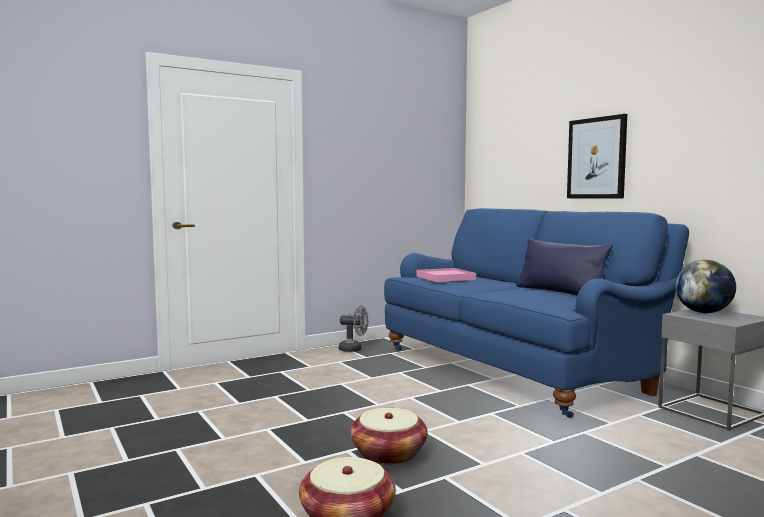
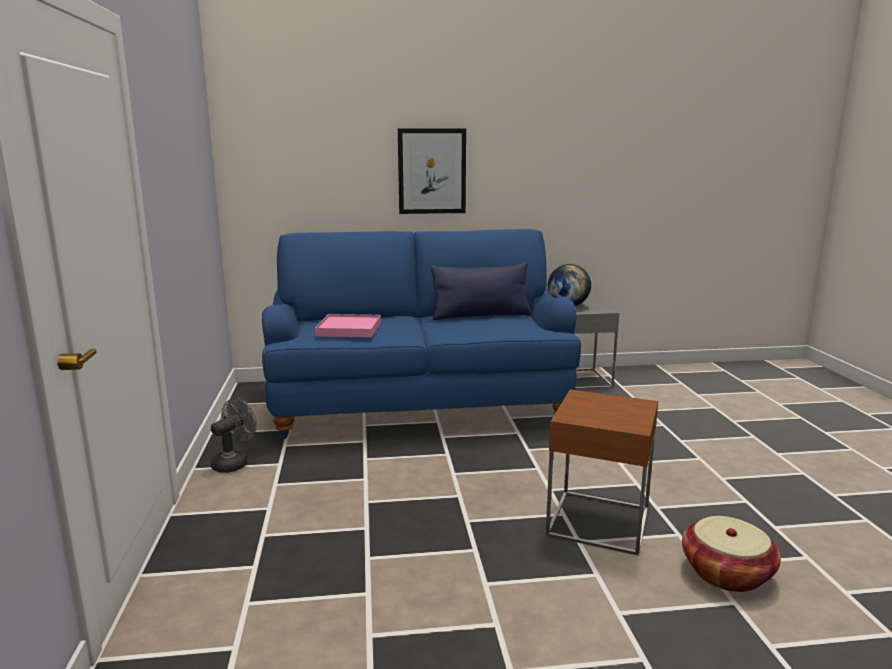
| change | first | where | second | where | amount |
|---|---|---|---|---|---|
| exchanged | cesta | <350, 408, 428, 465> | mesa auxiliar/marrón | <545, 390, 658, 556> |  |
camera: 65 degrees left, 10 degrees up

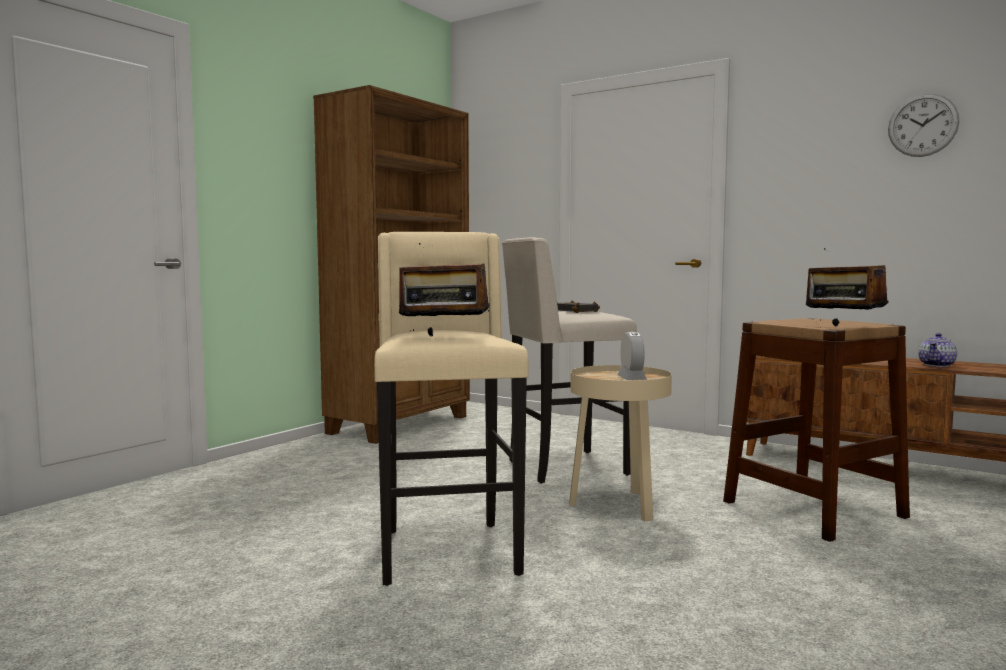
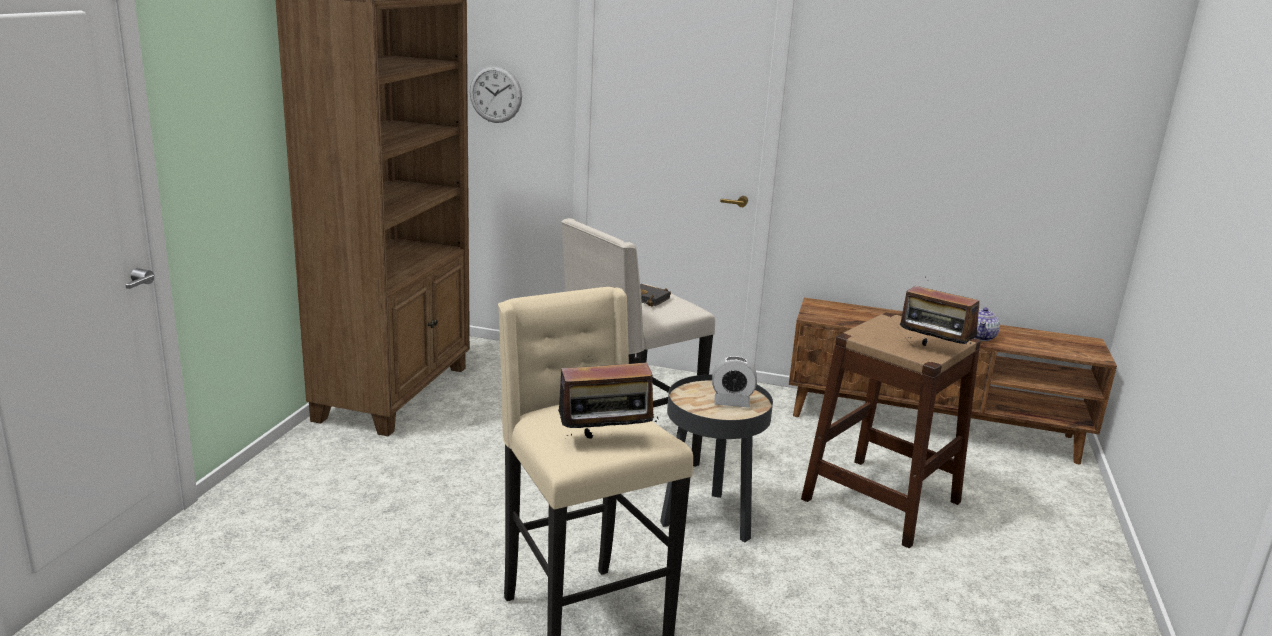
| change | first | where | second | where | amount |
|---|---|---|---|---|---|
| relocated | reloj de pared | <888, 93, 959, 157> |  | <470, 66, 522, 123> |  |
| colour | mesa auxiliar/beis | <569, 365, 672, 522> | mesa auxiliar/negro | <660, 375, 773, 542> |  |
| spun | despertador | <617, 331, 647, 380> |  | <712, 356, 757, 408> | 120 degrees clockwise |
camera: 20 degrees left, 15 degrees up

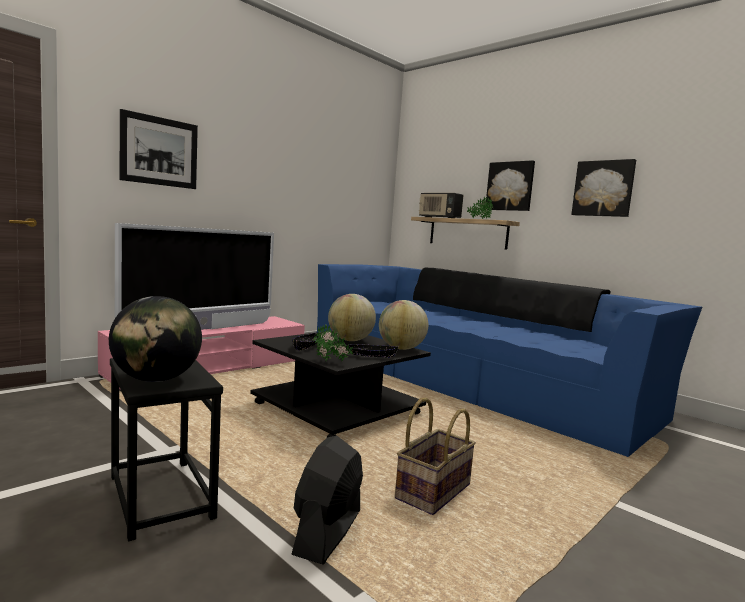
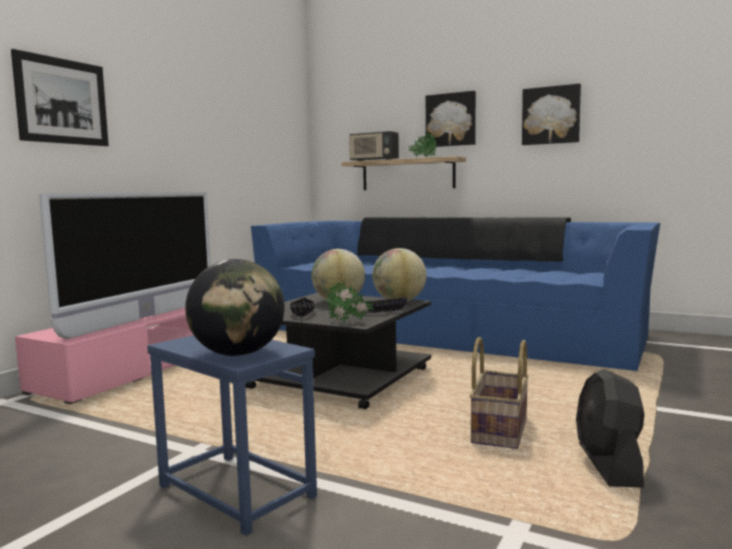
| change | first | where | second | where | amount |
|---|---|---|---|---|---|
| colour | mesa auxiliar/negro | <110, 358, 223, 541> | mesa auxiliar/azul | <147, 335, 317, 536> |  |
| relocated | ventilador/negro | <291, 436, 363, 564> |  | <576, 369, 645, 487> |  |
camera: 15 degrees left, 0 degrees up

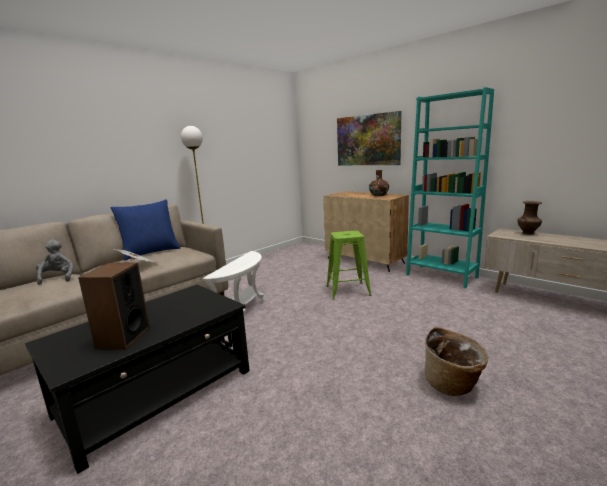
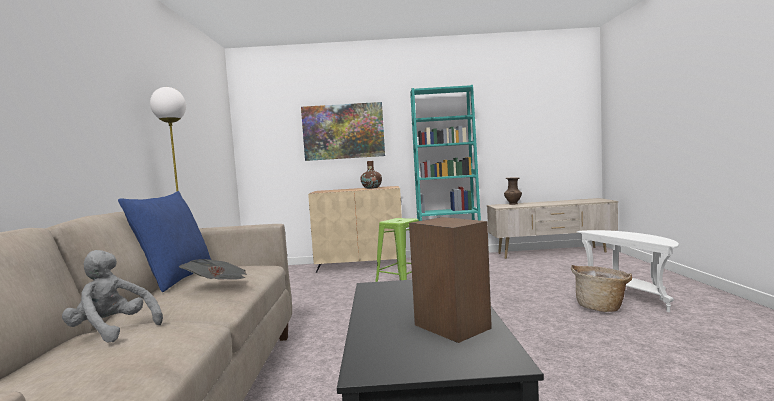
| change | first | where | second | where | amount |
|---|---|---|---|---|---|
| relocated | mesa auxiliar/blanco | <202, 251, 264, 320> |  | <577, 230, 679, 312> |  |
camera: 45 degrees left, 10 degrees down

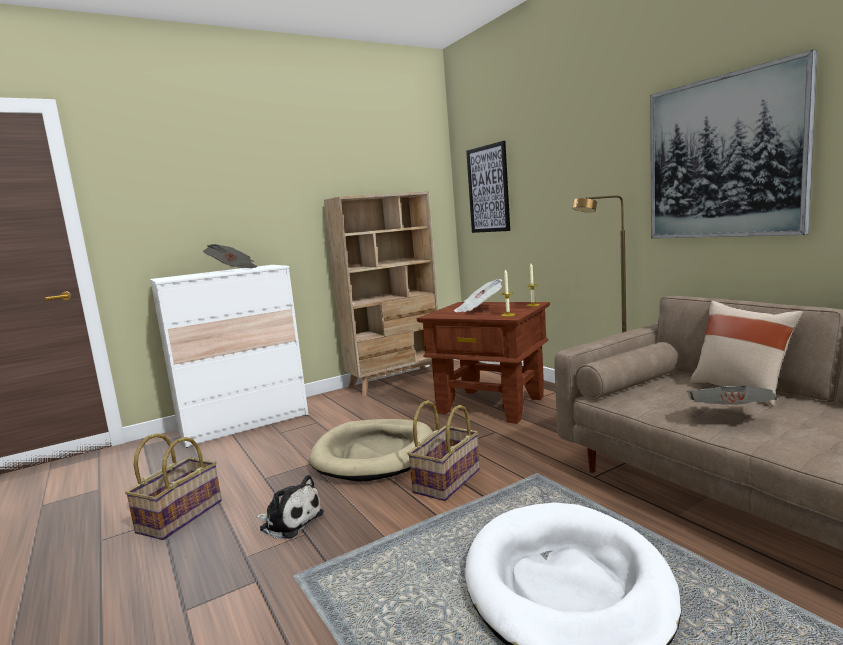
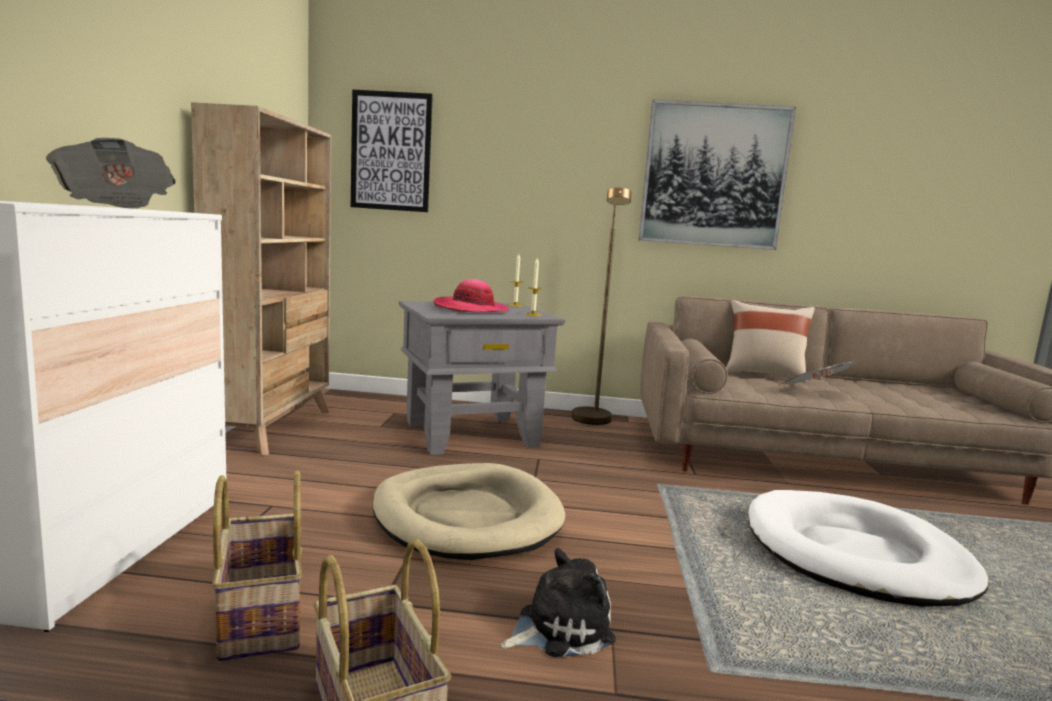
| change | first | where | second | where | amount |
|---|---|---|---|---|---|
| relocated | cesta | <407, 400, 480, 501> |  | <212, 471, 302, 661> |  |
| colour | mesa auxiliar/marrón | <417, 302, 550, 424> | mesa auxiliar/gris | <398, 301, 565, 455> |  |
| exchanged | periódico | <454, 279, 503, 312> | sombrero | <434, 279, 509, 312> |  |
camera: 55 degrees left, 0 degrees up

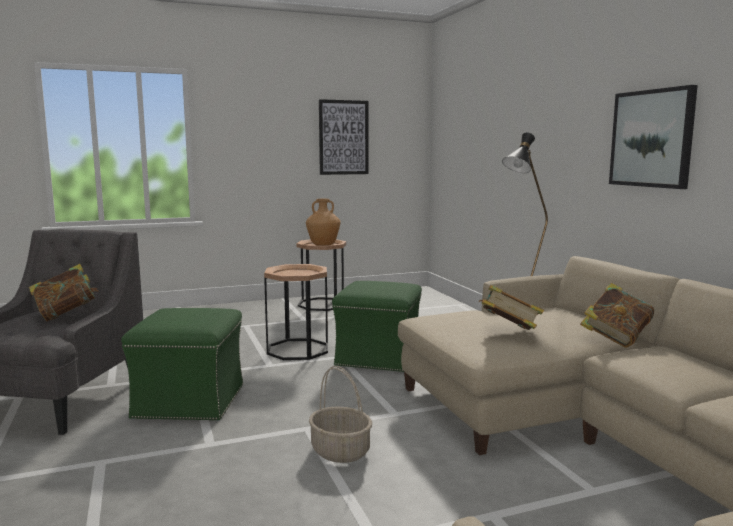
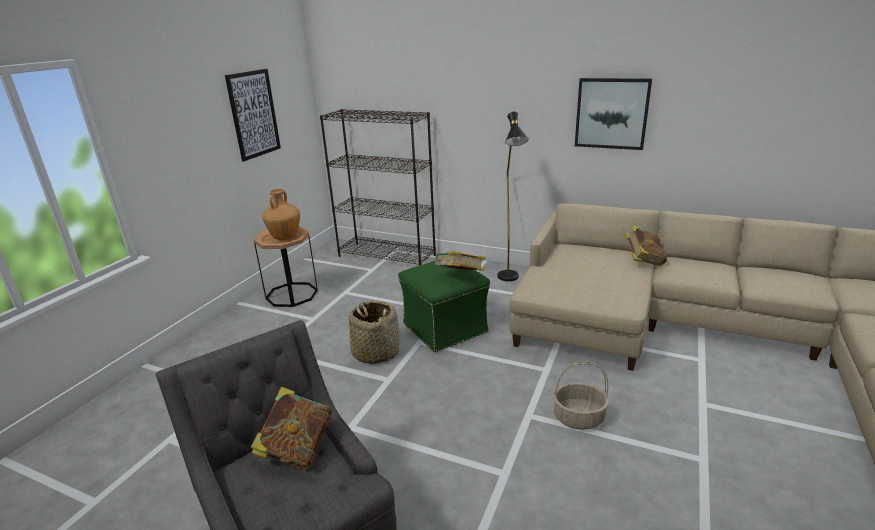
| change | first | where | second | where | amount |
|---|---|---|---|---|---|
| appeared |  |  | estantería/negro | <320, 109, 436, 266> |  |
| exchanged | mesa auxiliar/marrón | <264, 264, 328, 360> | cesta | <349, 300, 399, 364> |  |
| relocated | libro | <479, 285, 544, 330> |  | <433, 251, 486, 271> |  |
| missing | puf/verde | <121, 308, 243, 421> |  |  |  |
camera: 45 degrees left, 15 degrees up

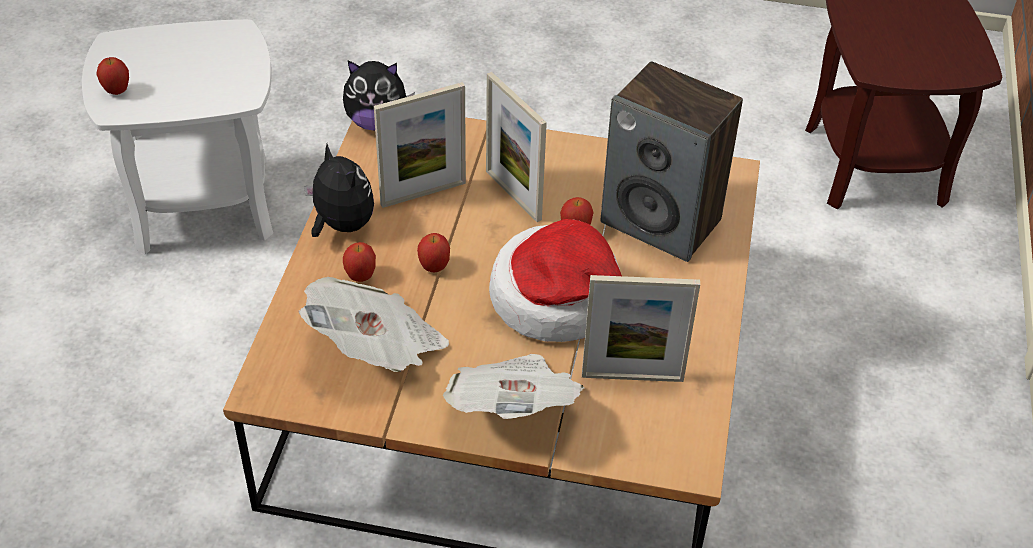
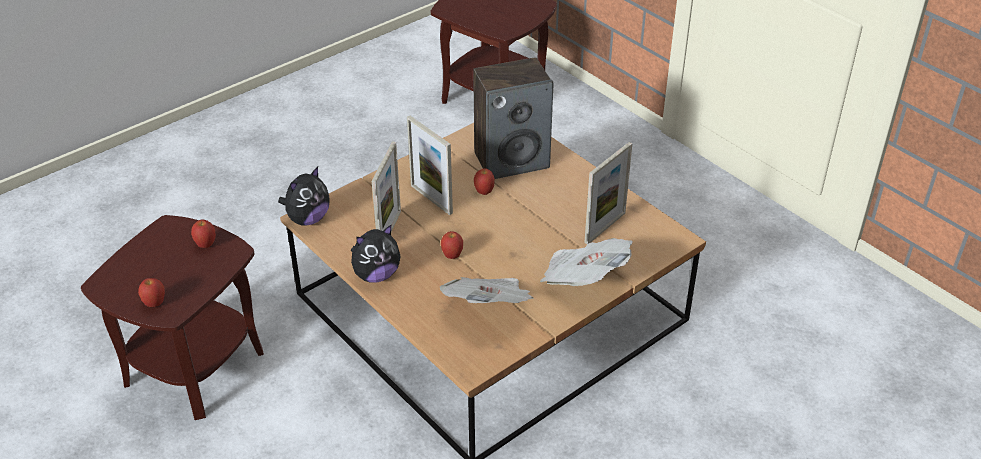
| change | first | where | second | where | amount |
|---|---|---|---|---|---|
| colour | mesa auxiliar/blanco | <82, 19, 273, 254> | mesa auxiliar/marrón | <81, 215, 264, 420> |  |
| relocated | manzana | <343, 242, 376, 282> |  | <191, 219, 216, 248> |  |
| spun | peluche | <304, 144, 374, 237> |  | <351, 225, 401, 283> | 150 degrees clockwise |
| spun | portarretratos | <486, 72, 547, 222> |  | <407, 116, 453, 215> | 45 degrees clockwise |
| missing | sombrero | <489, 219, 622, 342> |  |  |  |
camera: 50 degrees left, 5 degrees down

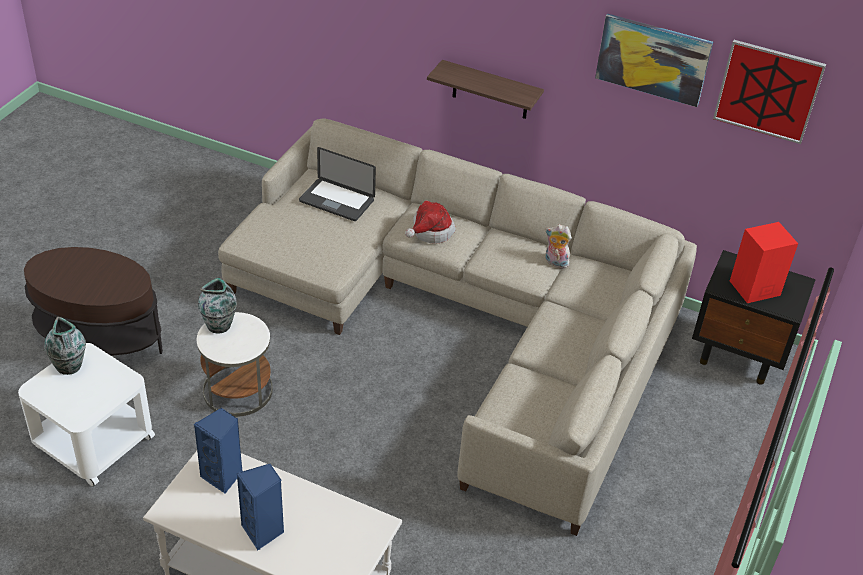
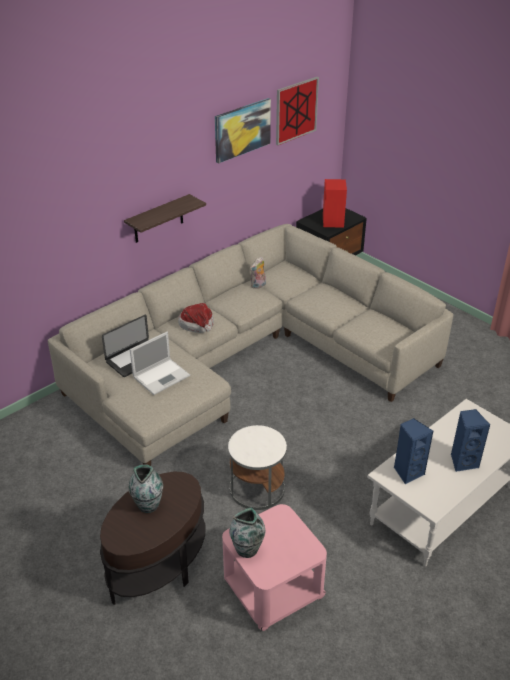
| change | first | where | second | where | amount |
|---|---|---|---|---|---|
| relocated | florero | <198, 278, 237, 334> |  | <128, 465, 163, 513> |  |
| appeared |  |  | portátil | <130, 332, 190, 395> |  |
| colour | mesa auxiliar/blanco | <18, 343, 155, 487> | mesa auxiliar/rosa | <222, 504, 327, 631> |  |
camera: 65 degrees left, 5 degrees down

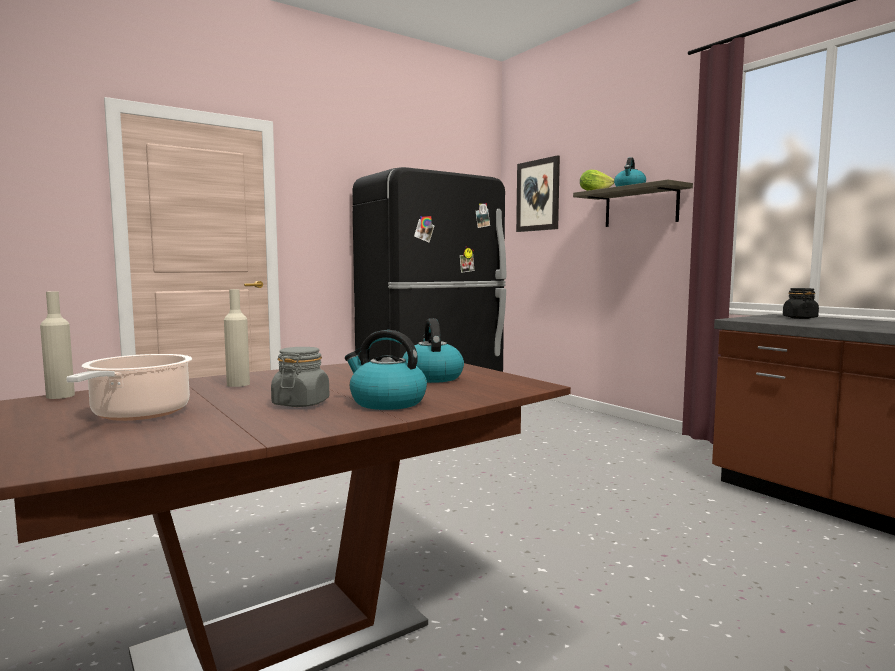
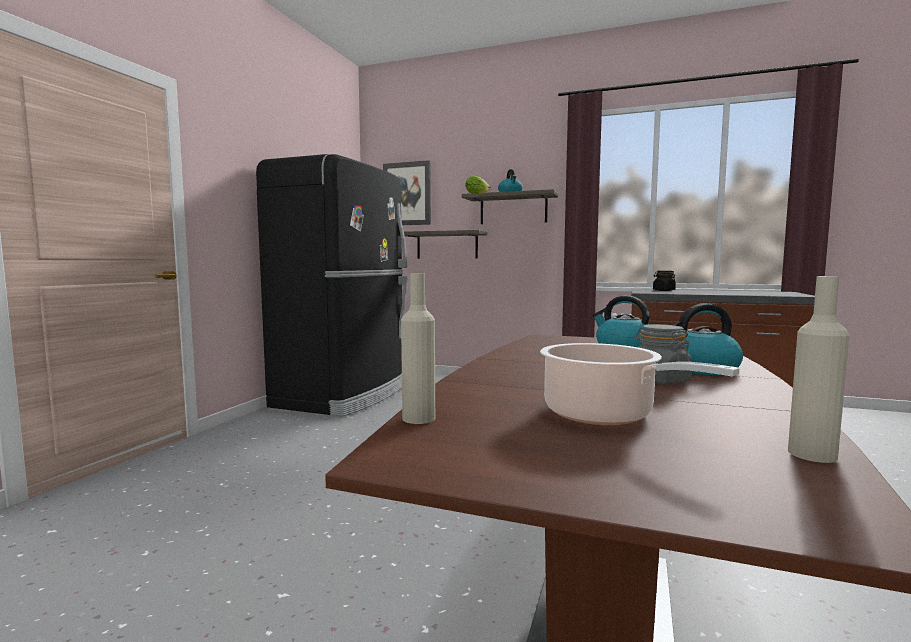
| change | first | where | second | where | amount |
|---|---|---|---|---|---|
| appeared |  |  | estante | <404, 230, 487, 259> |  |
| relocated | botella/beis | <224, 289, 250, 387> |  | <788, 276, 849, 463> |  |
camera: 35 degrees left, 0 degrees up

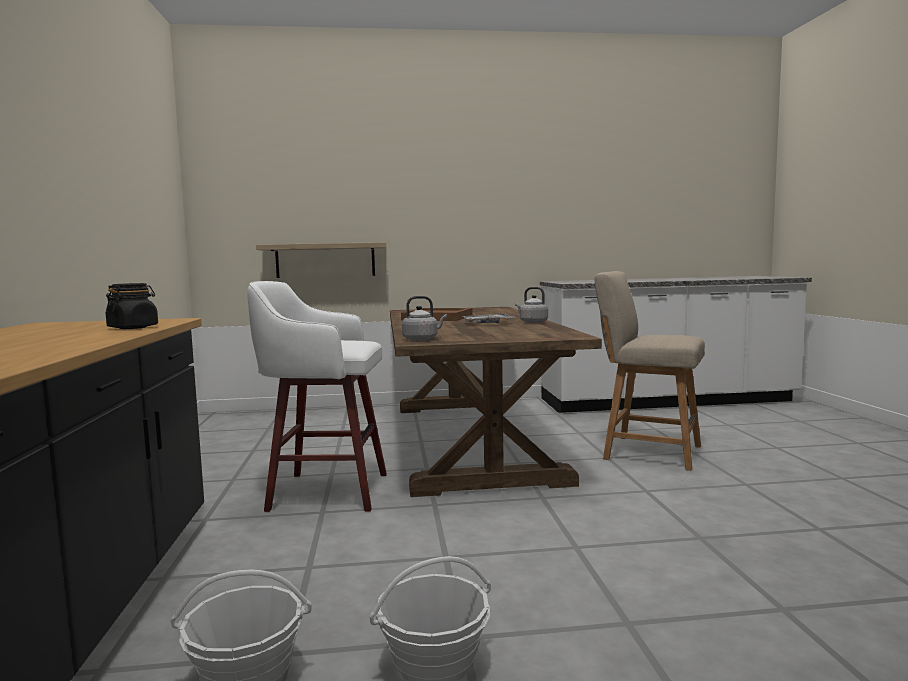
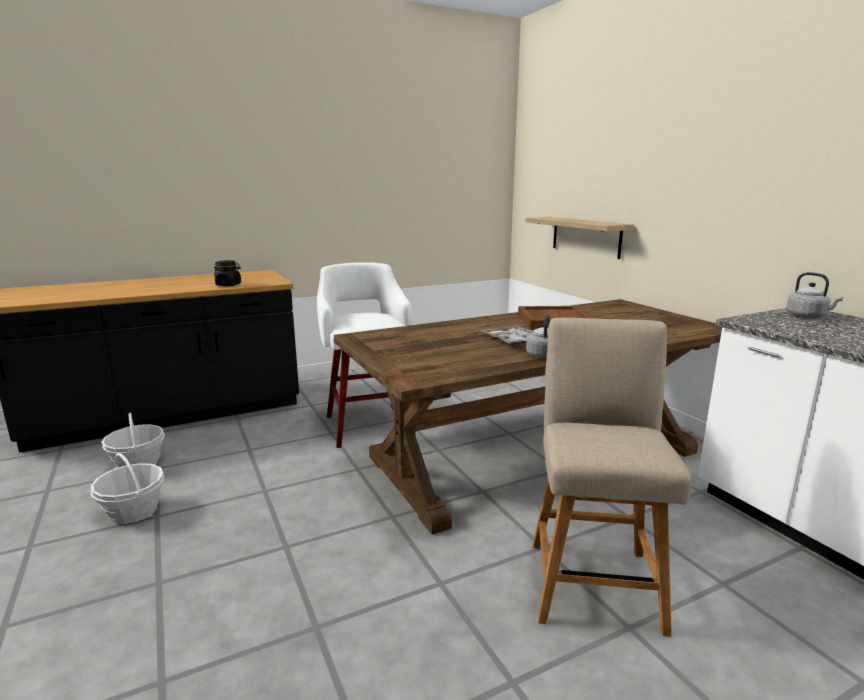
| change | first | where | second | where | amount |
|---|---|---|---|---|---|
| relocated | hervidor/gris | <402, 296, 447, 341> |  | <787, 272, 843, 318> |  |
camera: 70 degrees right, 10 degrees up

